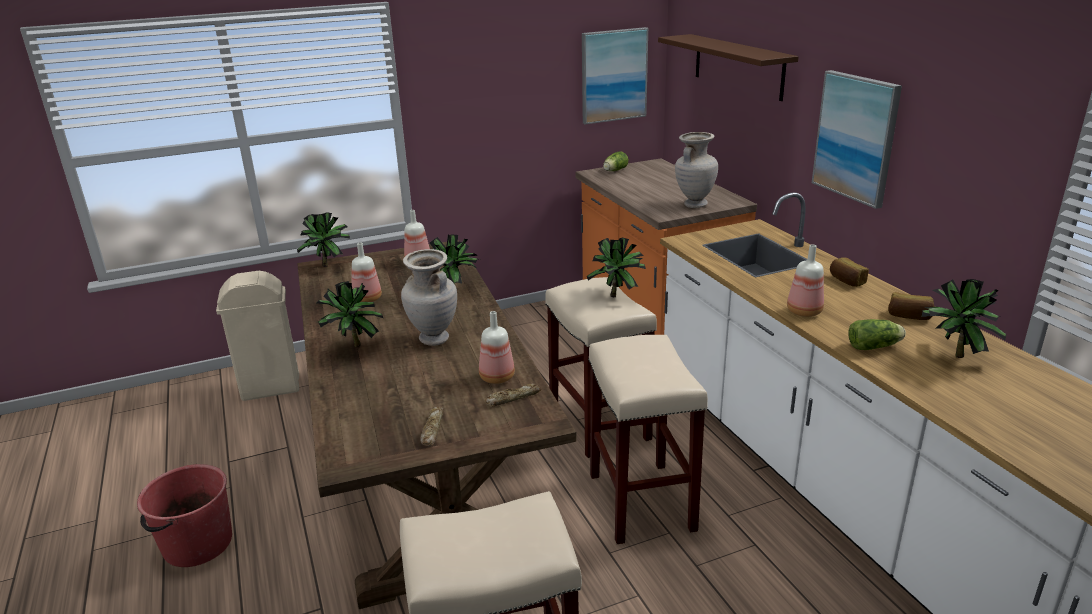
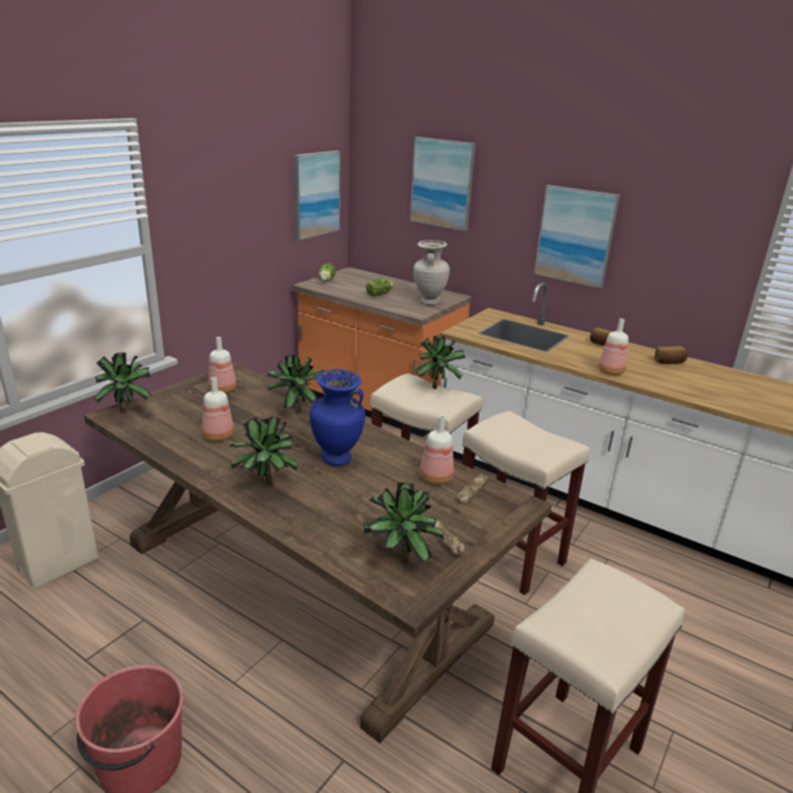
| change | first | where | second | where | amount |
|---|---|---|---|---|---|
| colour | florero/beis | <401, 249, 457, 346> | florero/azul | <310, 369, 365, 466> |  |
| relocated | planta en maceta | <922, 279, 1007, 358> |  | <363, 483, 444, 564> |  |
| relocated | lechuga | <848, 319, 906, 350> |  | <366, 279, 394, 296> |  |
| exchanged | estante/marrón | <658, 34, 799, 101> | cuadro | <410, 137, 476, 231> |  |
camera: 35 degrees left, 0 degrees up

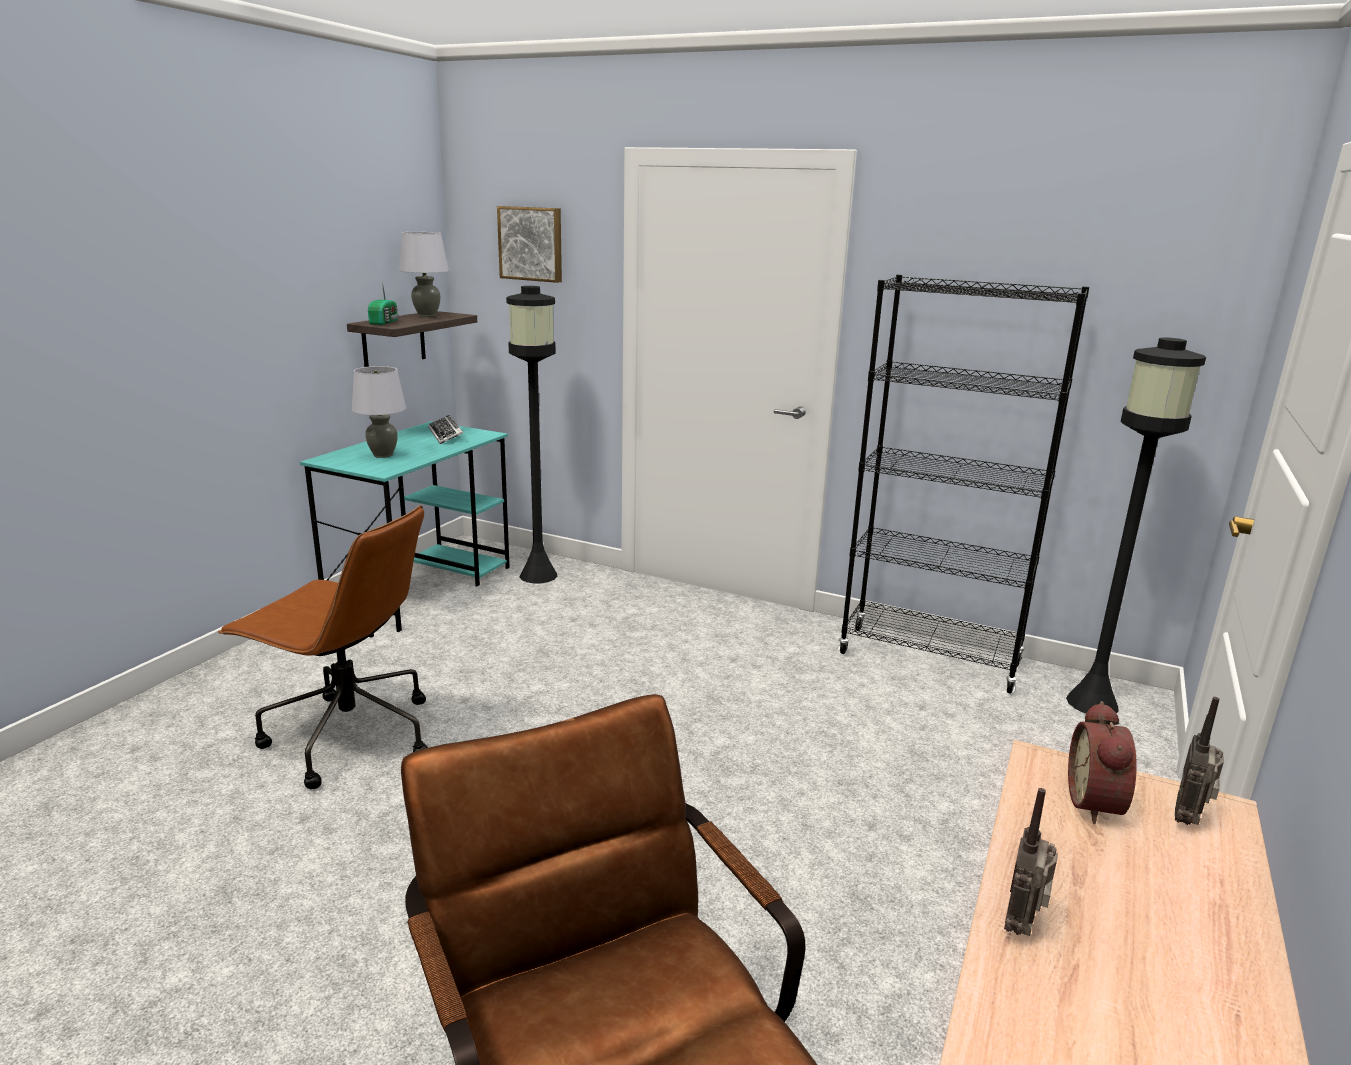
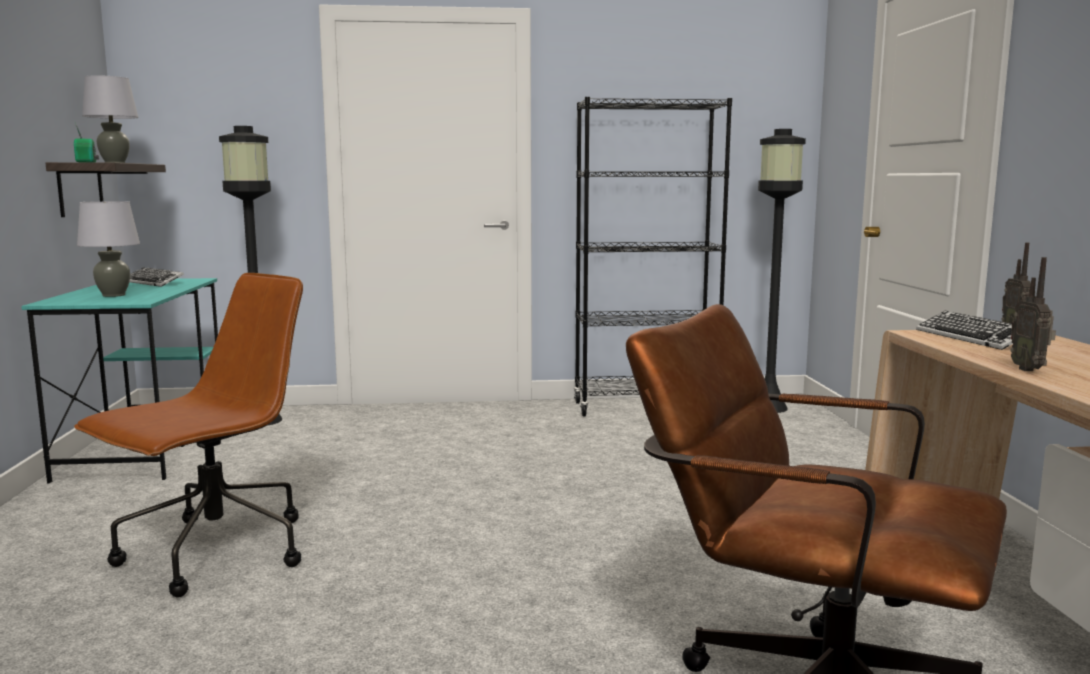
| change | first | where | second | where | amount |
|---|---|---|---|---|---|
| spun | silla de oficina/marrón | <218, 505, 428, 789> |  | <74, 273, 303, 597> | 45 degrees counterclockwise |
| exchanged | despertador | <1068, 701, 1137, 824> | teclado | <916, 311, 1013, 350> |  |
| missing | cuadro | <497, 206, 562, 283> |  |  |  |
camera: 30 degrees left, 10 degrees down

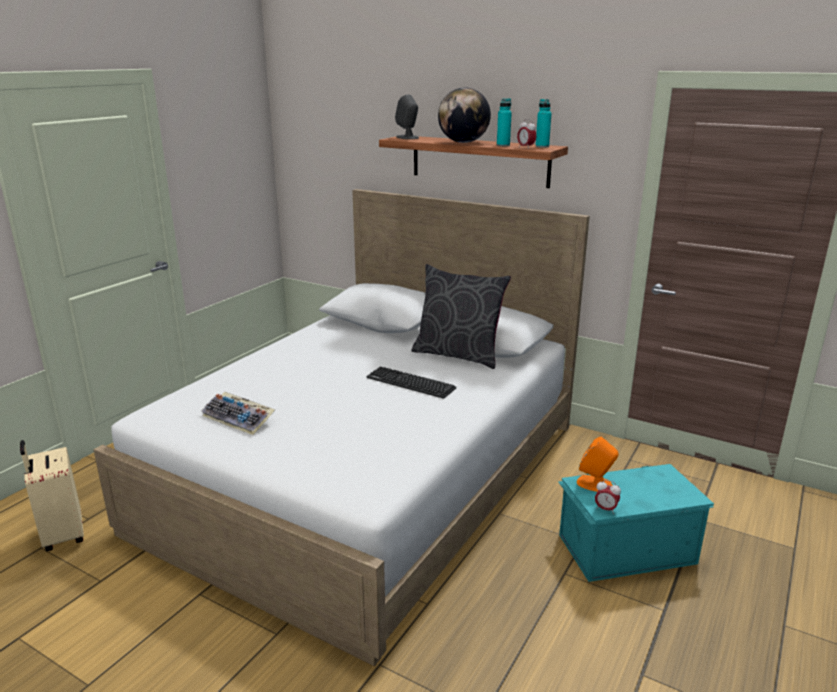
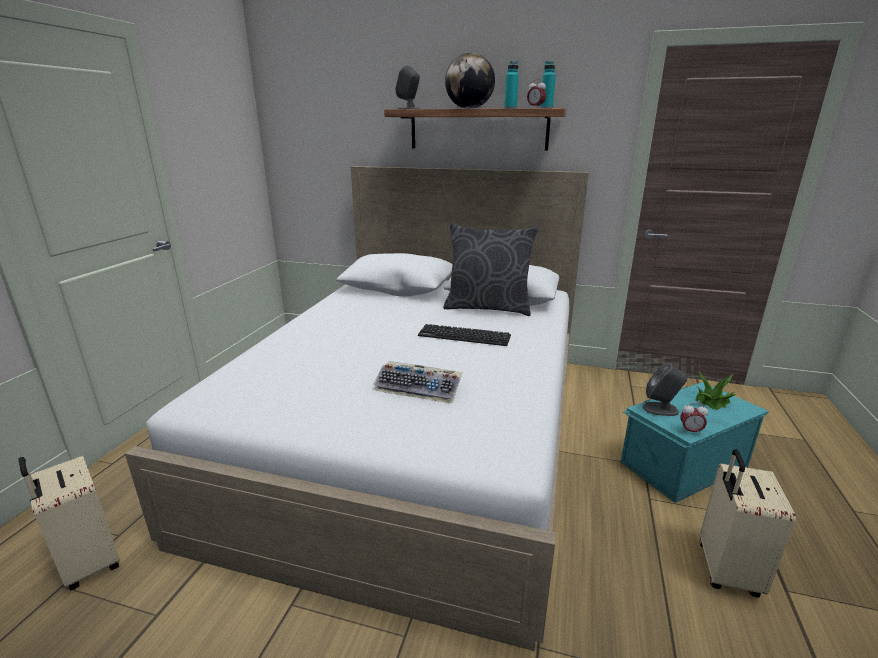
| change | first | where | second | where | amount |
|---|---|---|---|---|---|
| relocated | teclado | <201, 392, 275, 435> |  | <373, 361, 462, 403> |  |
| colour | altavoz/naranja | <577, 437, 618, 492> | altavoz/gris | <643, 363, 687, 416> |  |
| appeared |  |  | planta en maceta | <696, 371, 737, 410> |  |
| appeared |  |  | maleta/beis | <700, 449, 796, 598> |  |
camera: 15 degrees left, 0 degrees up

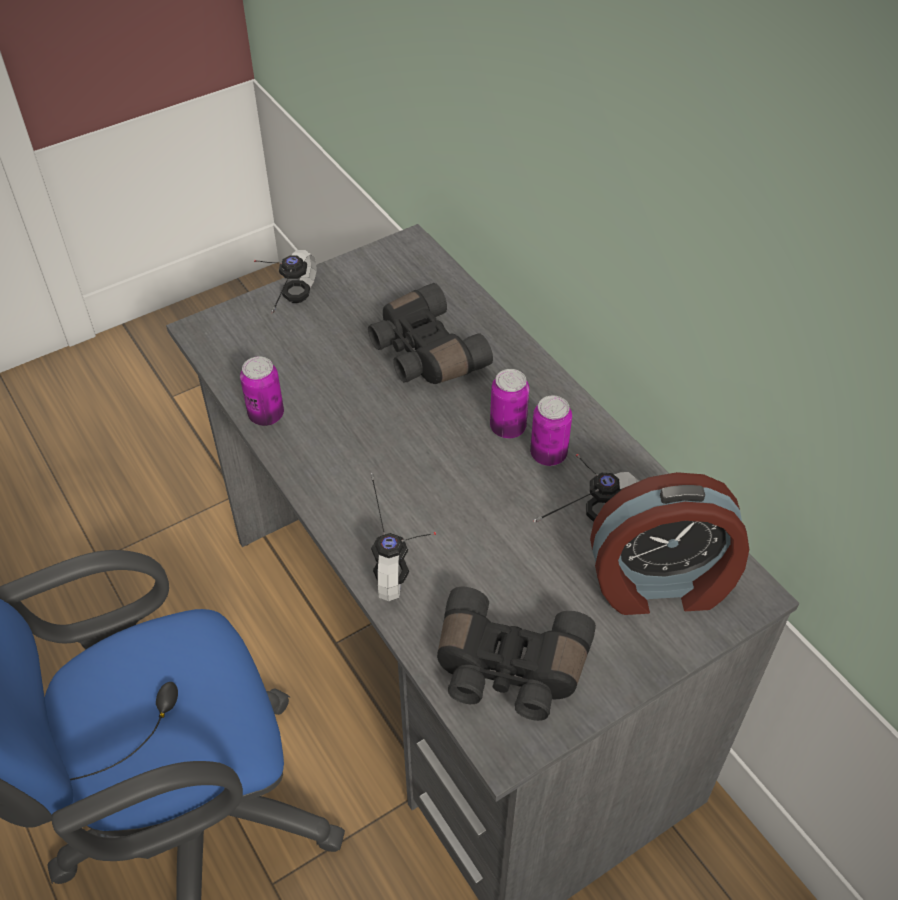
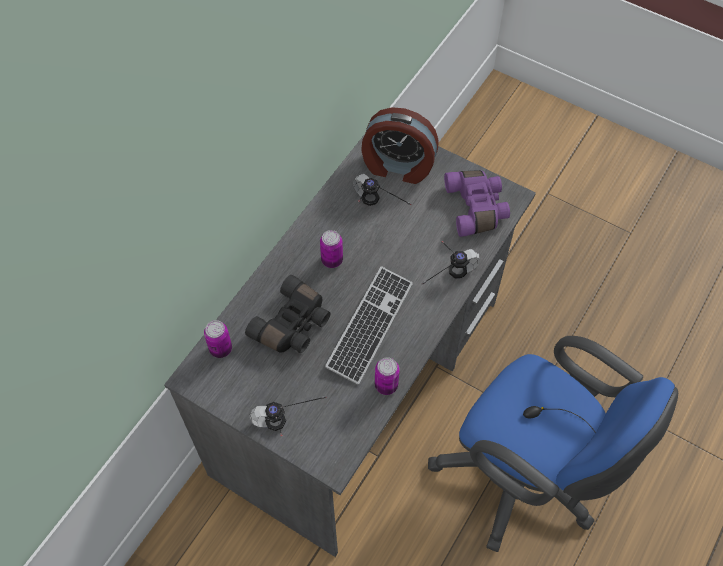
| change | first | where | second | where | amount |
|---|---|---|---|---|---|
| relocated | lata | <530, 395, 572, 466> |  | <204, 320, 232, 358> |  |
| appeared |  |  | teclado | <325, 266, 413, 385> |  |
| spun | despertador | <590, 472, 749, 615> |  | <361, 107, 439, 184> | 135 degrees clockwise |
| colour | prismáticos/negro | <437, 587, 596, 721> | prismáticos/morado | <444, 170, 510, 237> |  |
camera: 115 degrees left, 10 degrees up

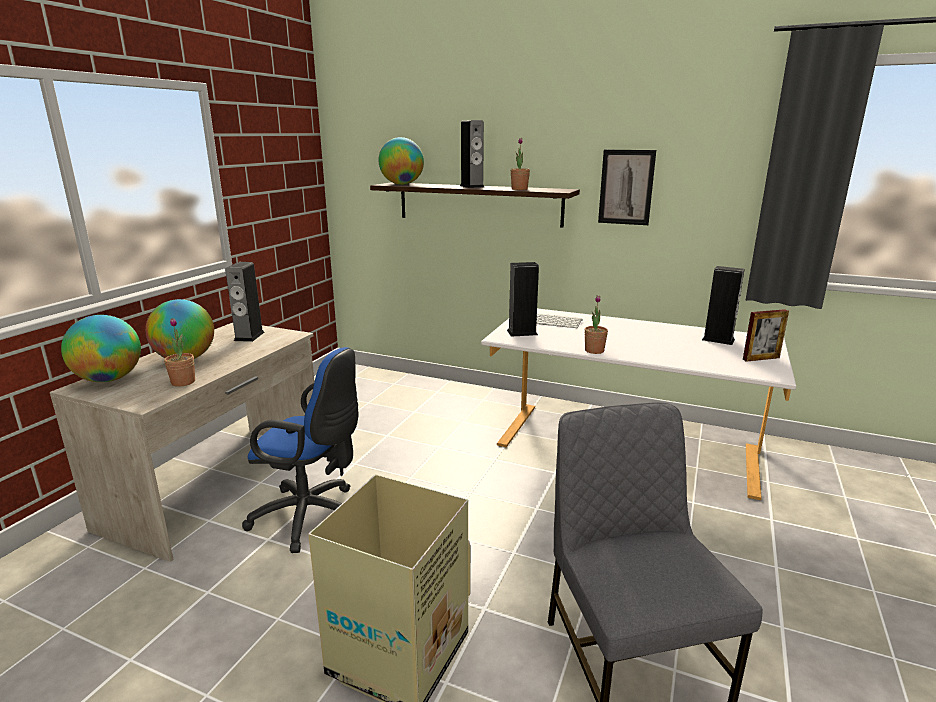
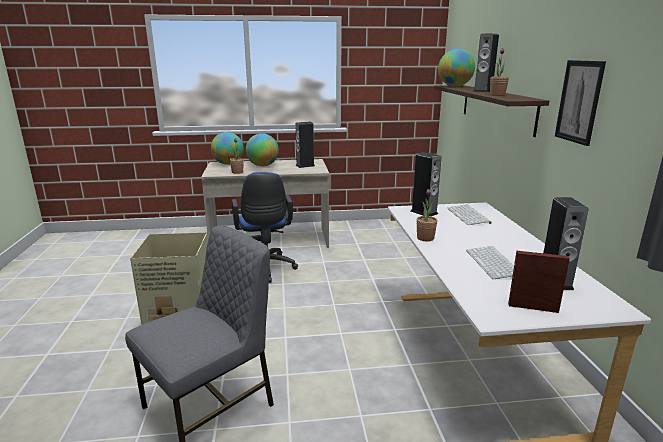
| change | first | where | second | where | amount |
|---|---|---|---|---|---|
| appeared |  |  | teclado | <466, 246, 514, 279> |  |
| spun | portarretratos | <743, 309, 789, 362> |  | <508, 251, 570, 313> | 150 degrees clockwise |
camera: 60 degrees right, 0 degrees up

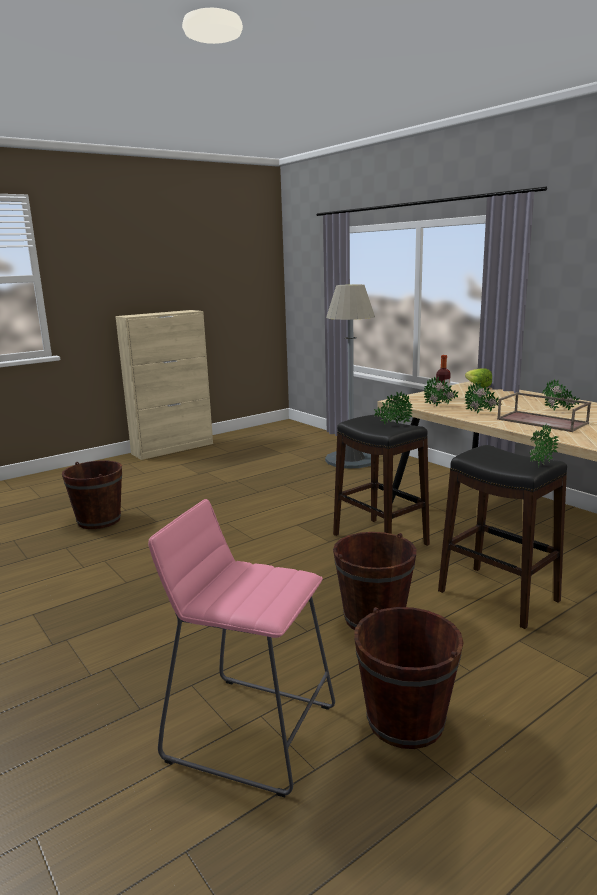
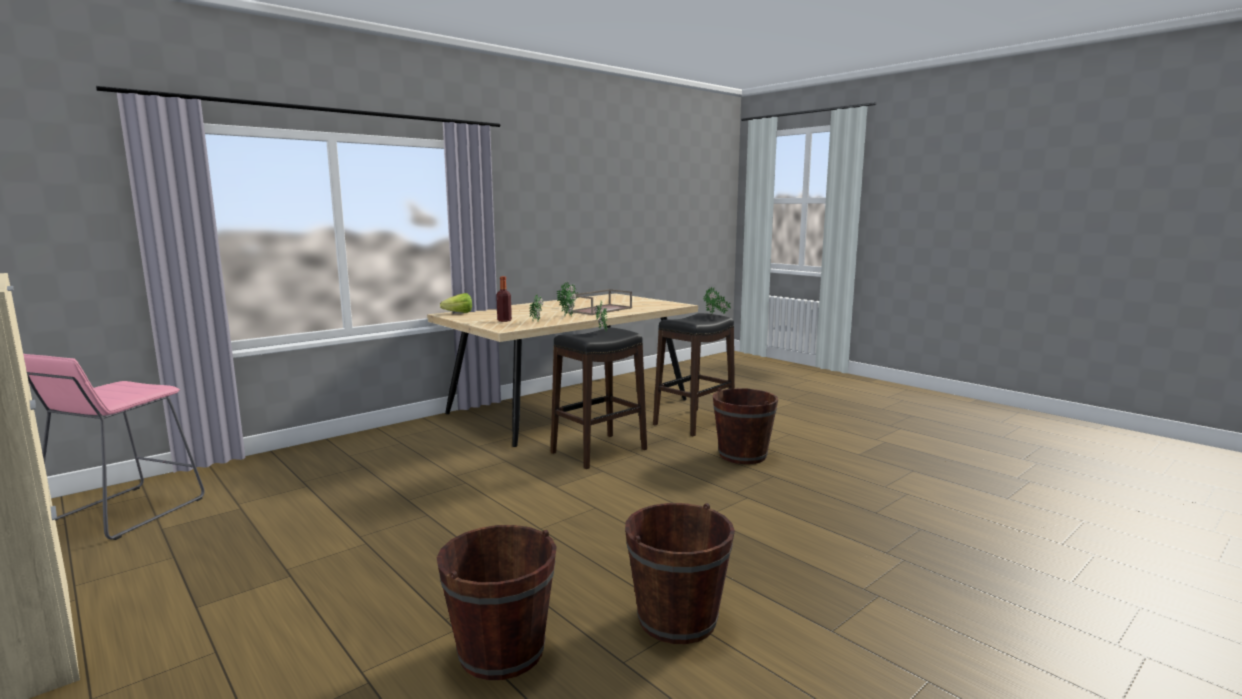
| change | first | where | second | where | amount |
|---|---|---|---|---|---|
| relocated | taburete/rosa | <148, 499, 335, 797> |  | <23, 354, 204, 540> |  |
| relocated | cubo/marrón | <354, 607, 464, 749> |  | <625, 503, 735, 644> |  |
| missing | lámpara de pie/gris | <325, 284, 375, 468> |  |  |  |
camera: 95 degrees left, 5 degrees down

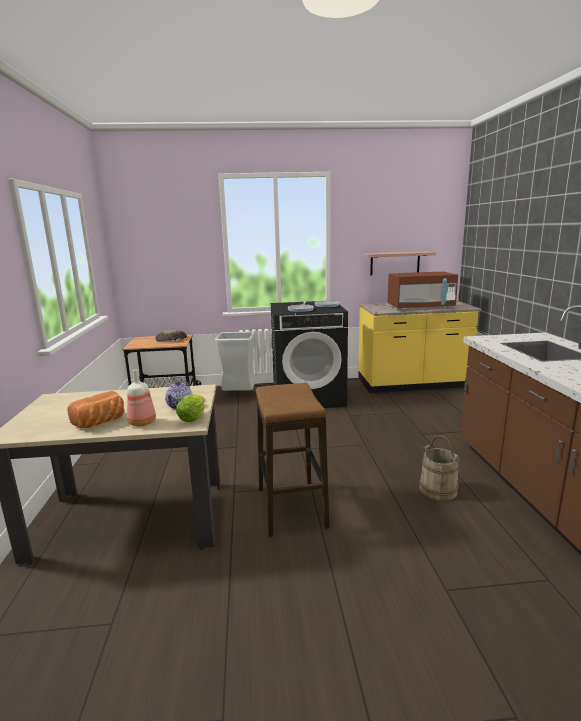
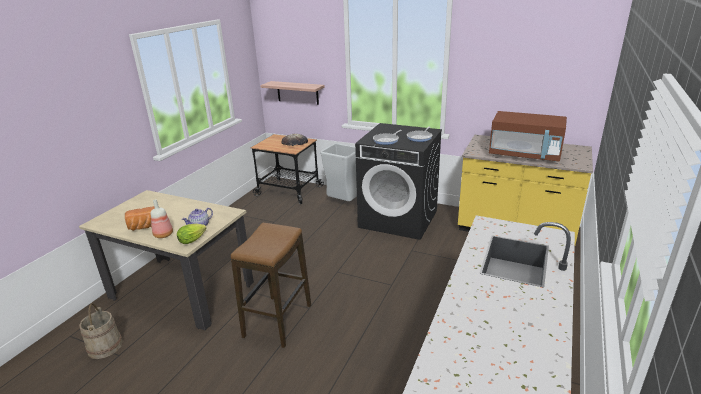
| change | first | where | second | where | amount |
|---|---|---|---|---|---|
| relocated | cubo/beis | <419, 435, 460, 501> |  | <79, 303, 123, 359> |  |
| relocated | estante | <363, 251, 436, 276> |  | <260, 81, 324, 105> |  |
camera: 30 degrees right, 10 degrees up

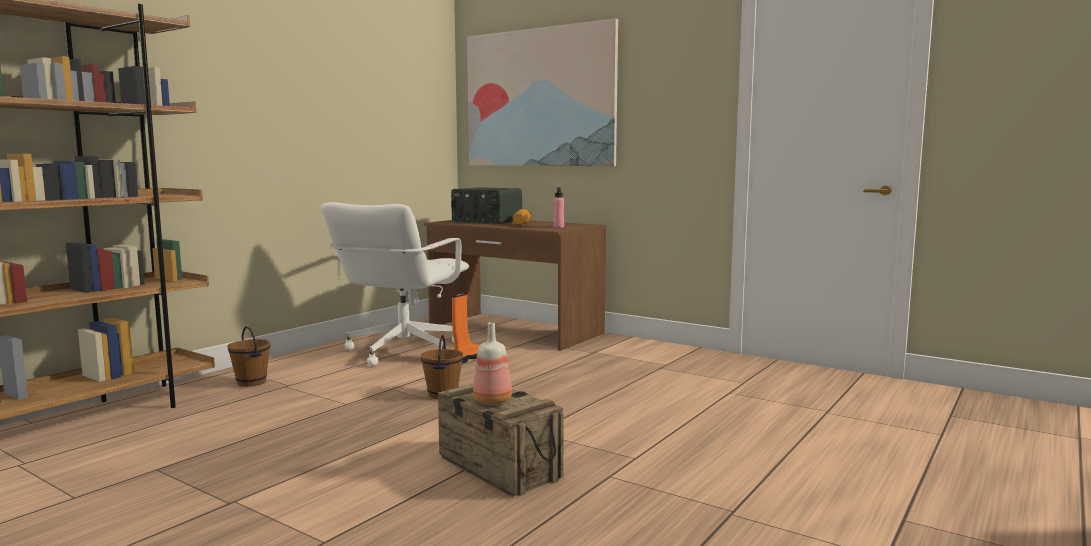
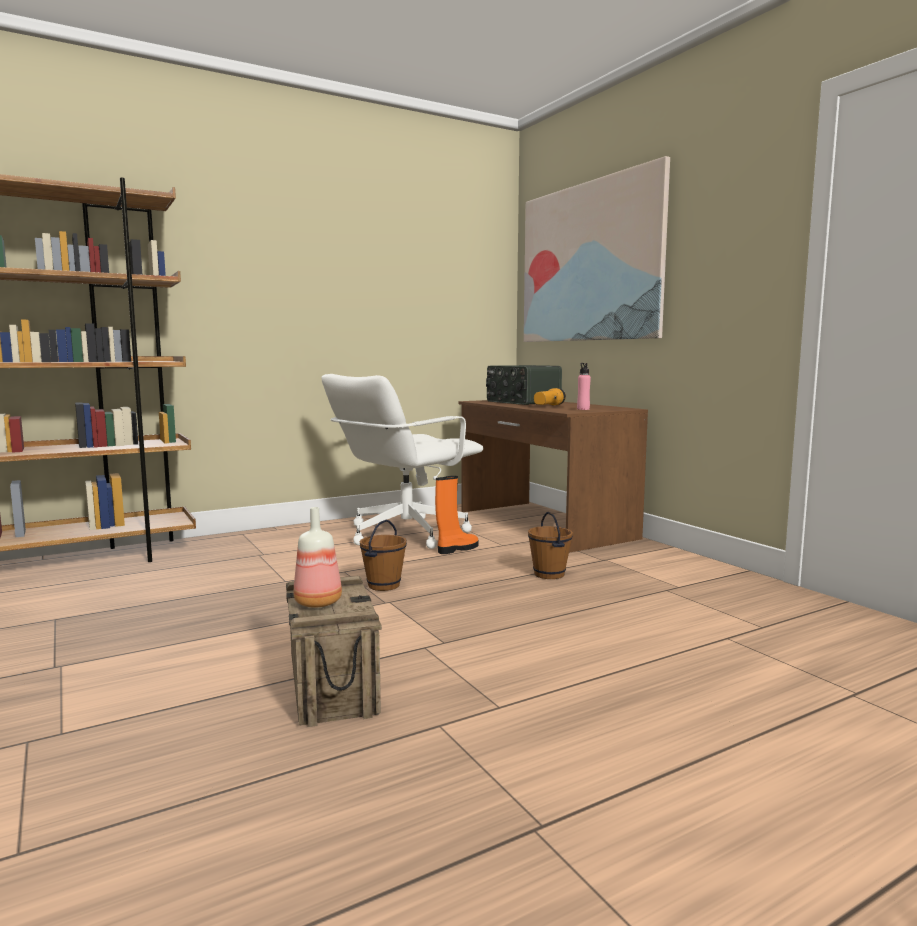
| change | first | where | second | where | amount |
|---|---|---|---|---|---|
| relocated | cubo/marrón | <227, 326, 271, 387> |  | <528, 511, 573, 579> |  |
camera: 25 degrees right, 0 degrees up

